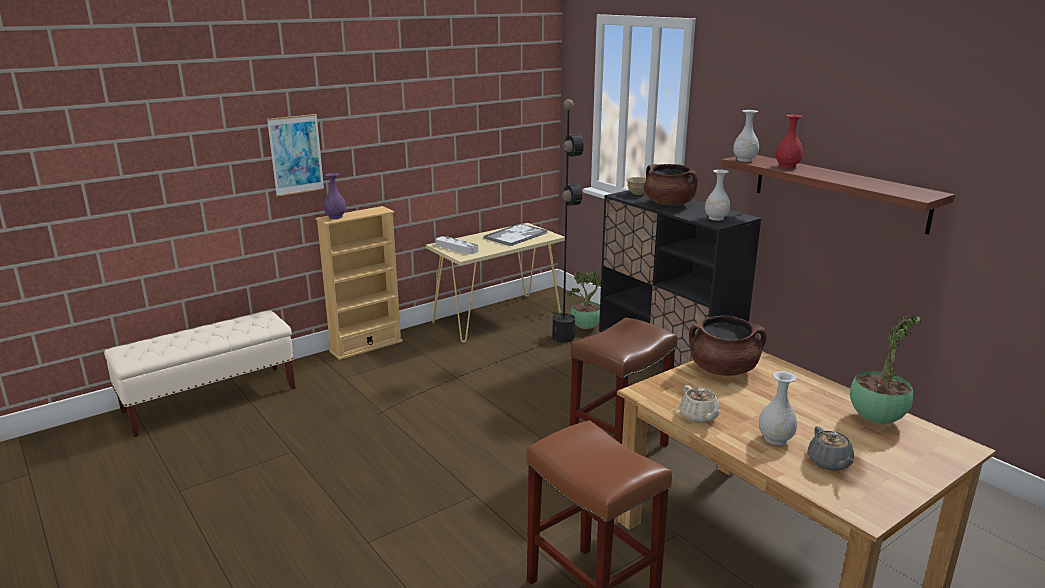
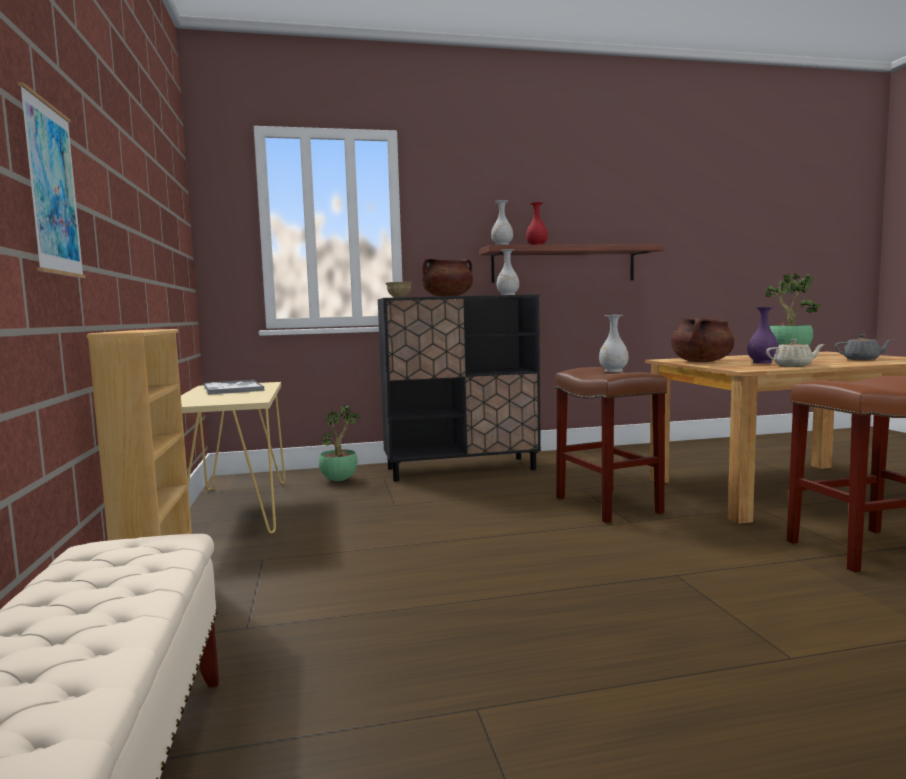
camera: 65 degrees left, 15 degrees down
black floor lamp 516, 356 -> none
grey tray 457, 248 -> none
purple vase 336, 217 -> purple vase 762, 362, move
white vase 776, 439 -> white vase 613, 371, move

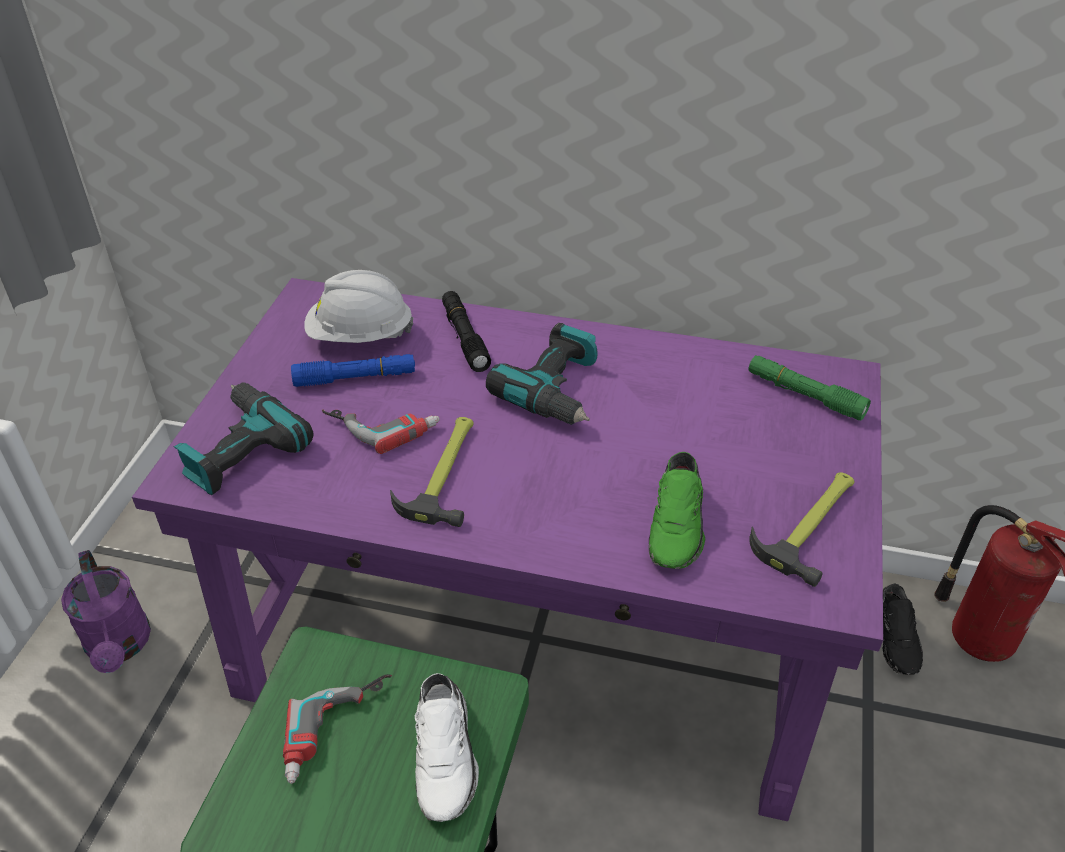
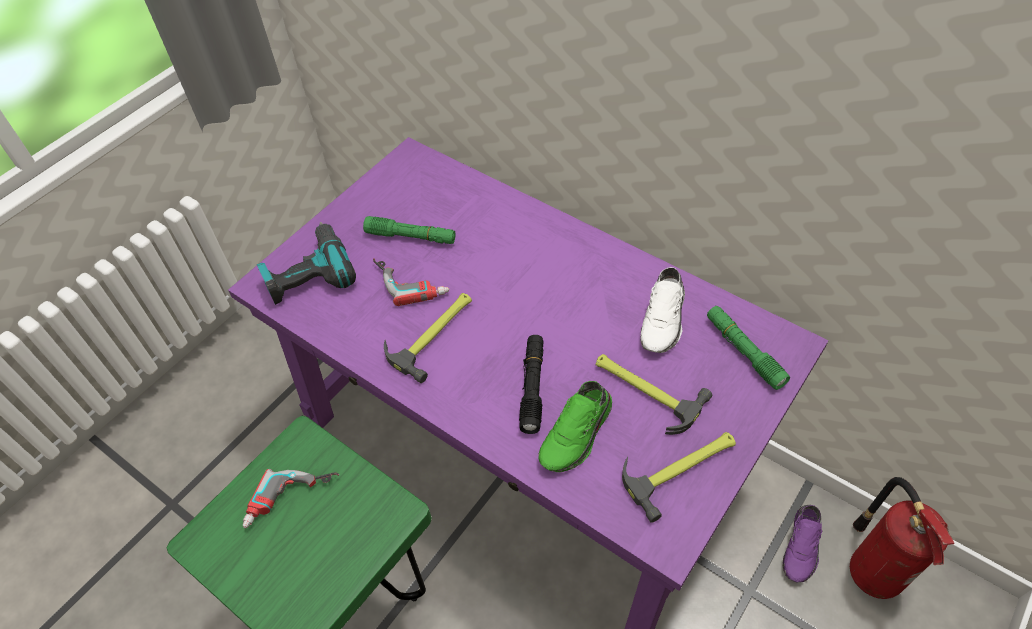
camera: 25 degrees right, 10 degrees up
purple watering can 120, 647 -> none
white hard hat 360, 336 -> none
power drill 557, 390 -> none
none -> hammer 645, 390
white shoe 447, 756 -> white shoe 664, 320, move
black flashlight 465, 338 -> black flashlight 532, 387, move
blue flashlight 355, 378 -> green flashlight 411, 237
black shoe 897, 638 -> purple shoe 802, 547

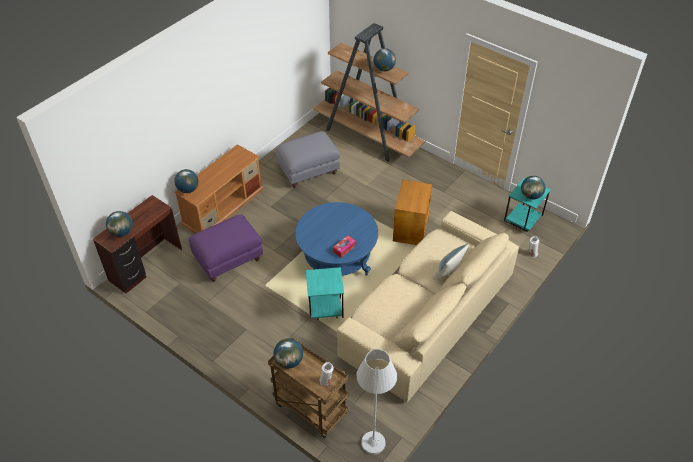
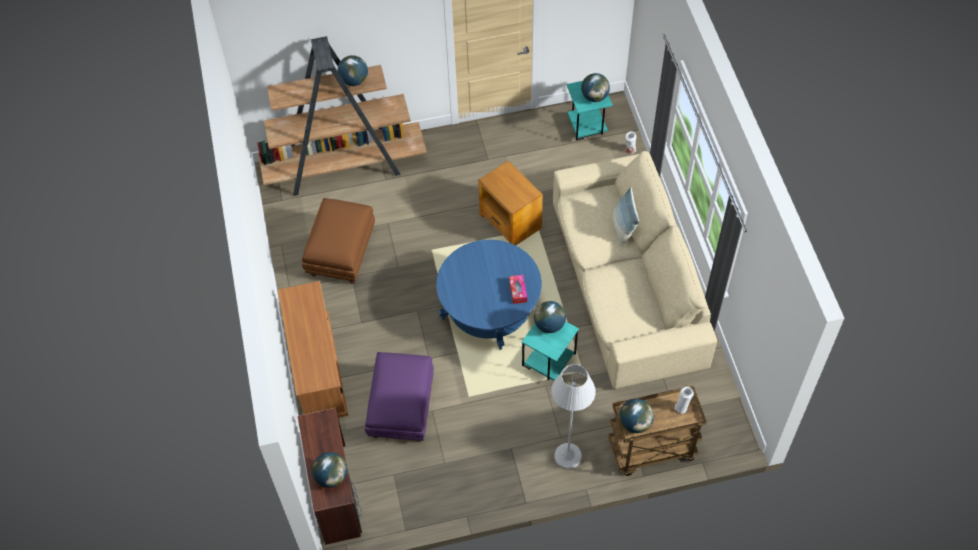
camera: 50 degrees left, 10 degrees up
globe 188, 189 -> globe 549, 325, move
white floor lamp 373, 443 -> white floor lamp 568, 456, move
grey ottoman 309, 170 -> brown ottoman 341, 253

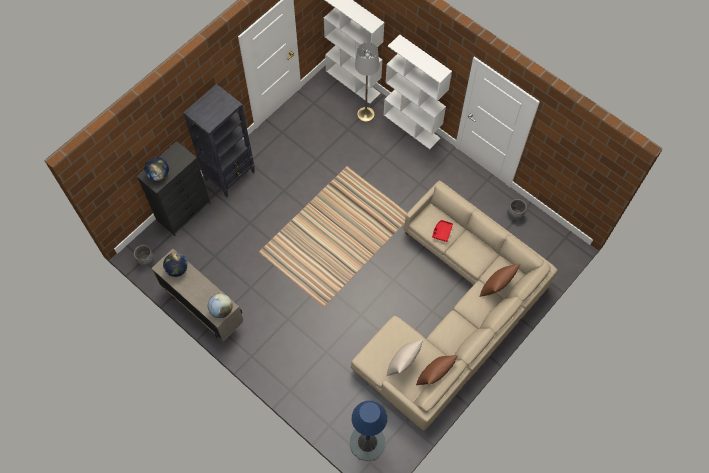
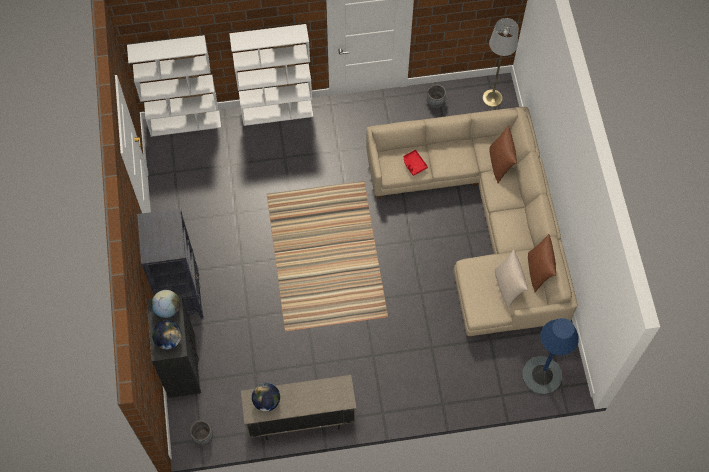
camera: 50 degrees left, 0 degrees up
globe 221, 310 -> globe 167, 309, move
grey floor lamp 365, 114 -> grey floor lamp 492, 98, move

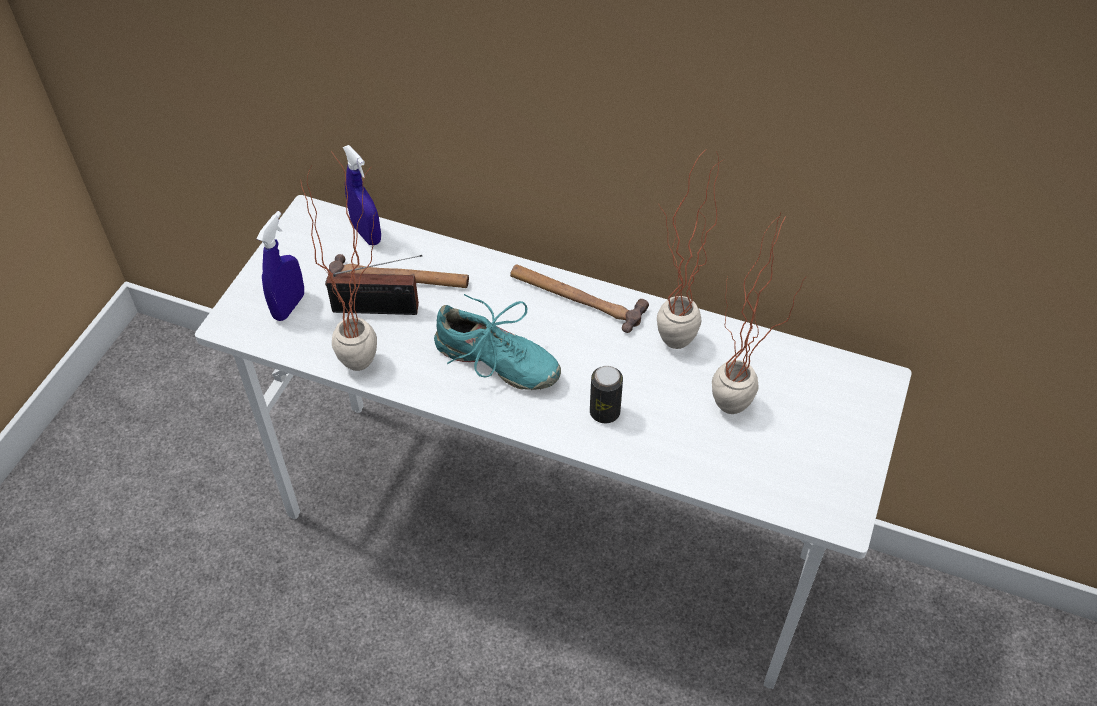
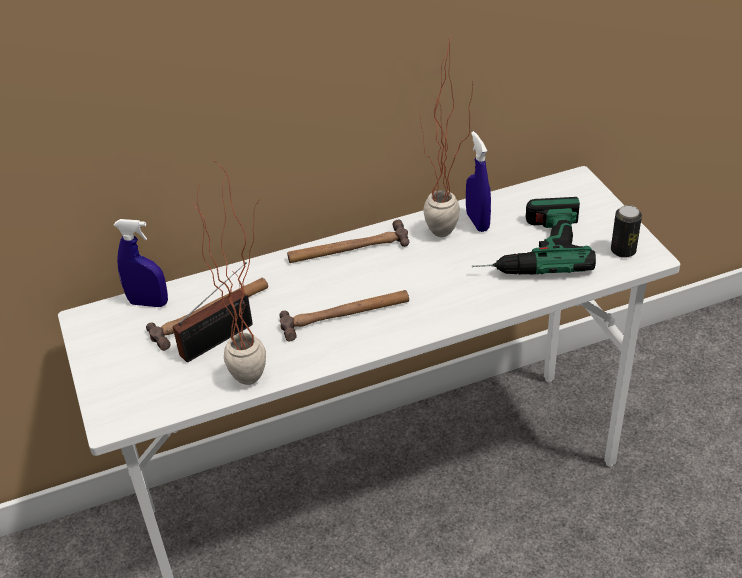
camera: 40 degrees left, 10 degrees down
blue spray bottle 289, 306 -> blue spray bottle 477, 222, move
can 604, 412 -> can 623, 251, move
turquoise shoe 496, 362 -> hammer 345, 315
potted plant 734, 417 -> power drill 527, 248

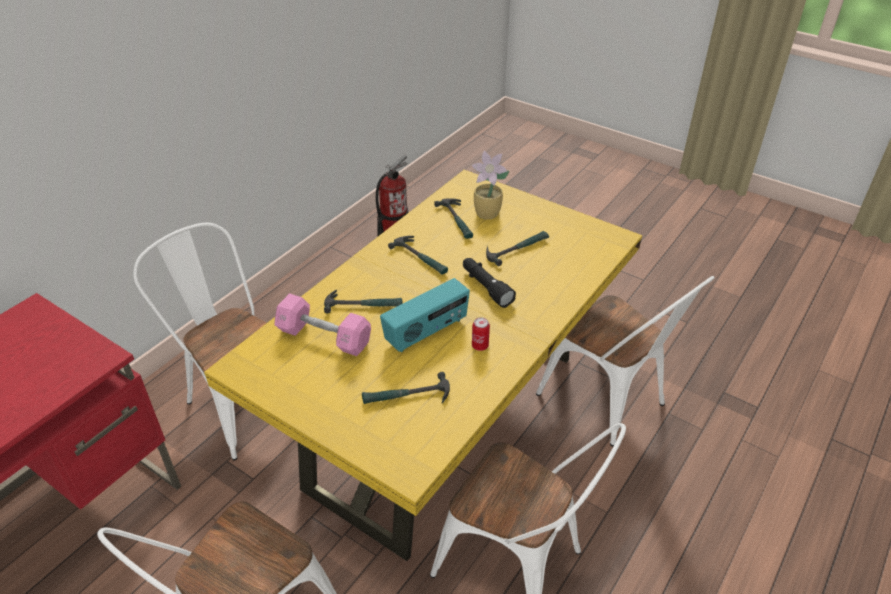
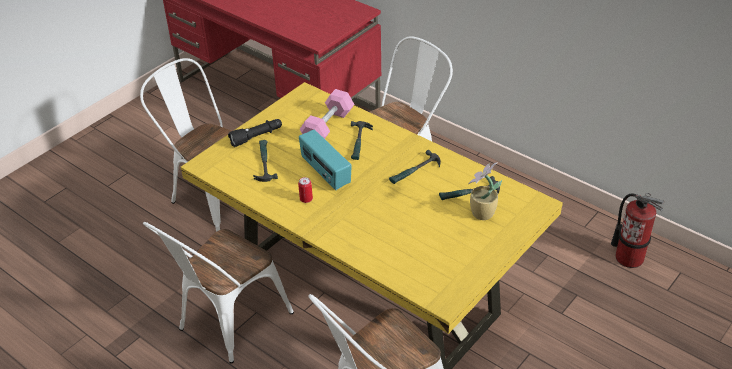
camera: 95 degrees right, 0 degrees up
hammer 516, 249 -> none
black flashlight 486, 287 -> black flashlight 256, 137, move

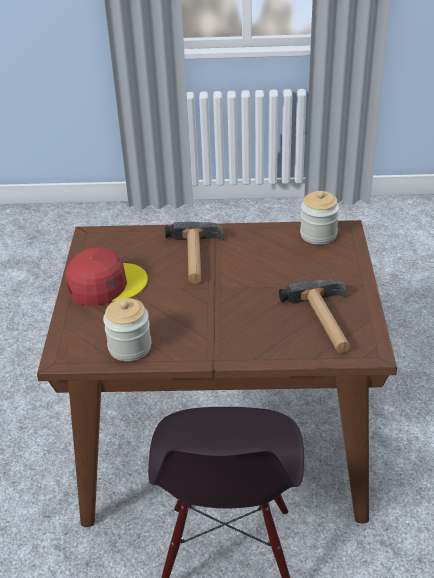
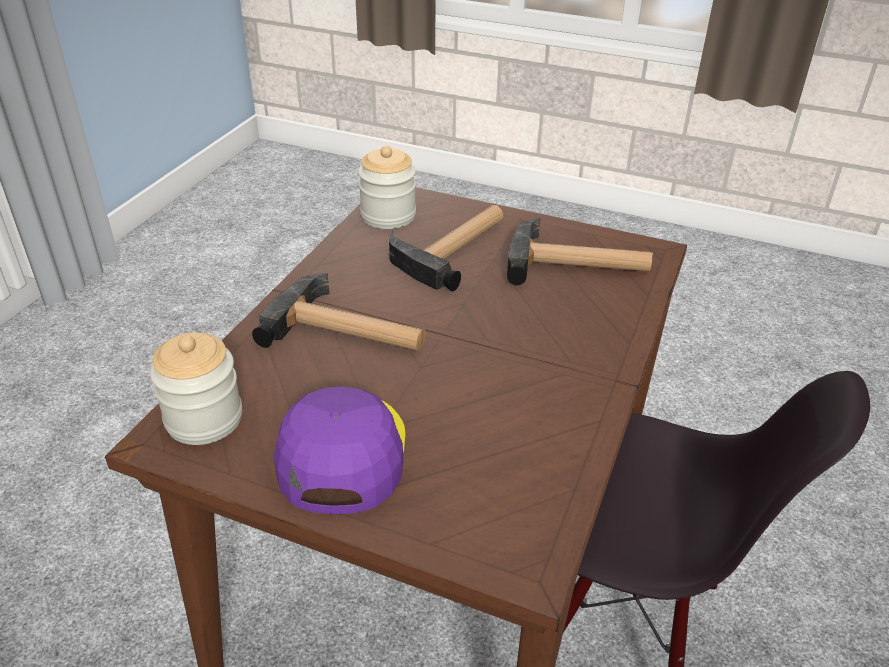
camera: 70 degrees left, 0 degrees up
none -> hammer 454, 248
jar 130, 347 -> jar 204, 419, move
red cap 106, 284 -> purple cap 341, 453

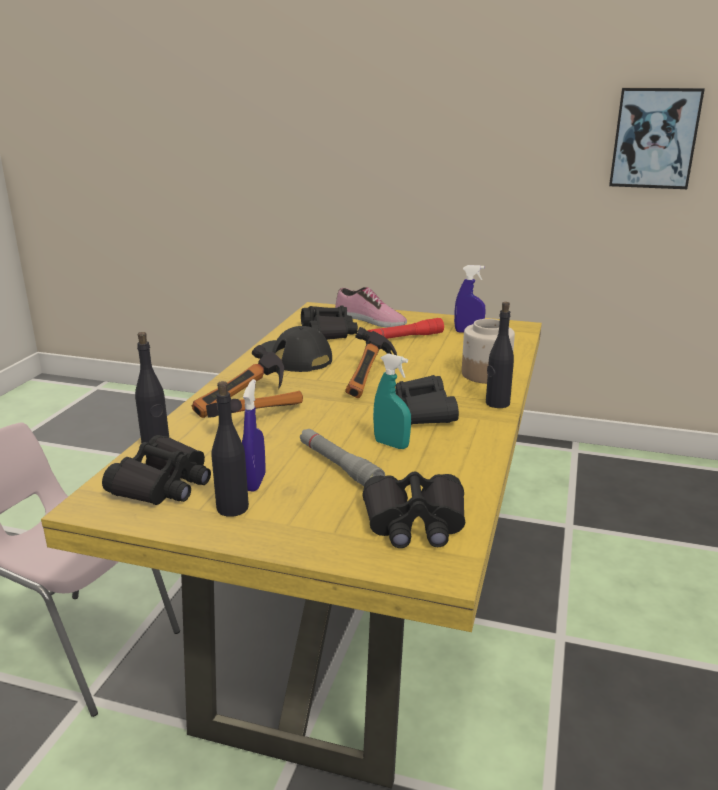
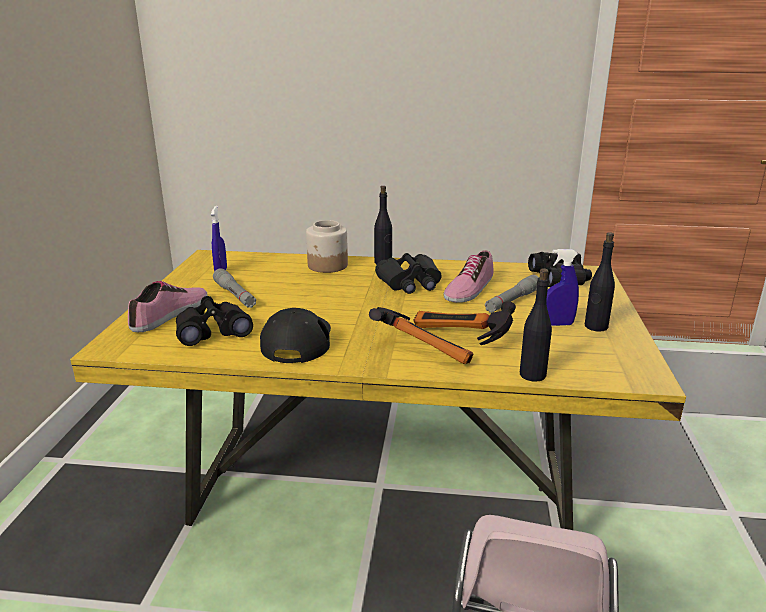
camera: 100 degrees left, 0 degrees up
black binoculars 163, 484 -> none
hammer 371, 380 -> none
picture 654, 138 -> none
turquoise spray bottle 391, 444 -> shoe 469, 288
red flashlight 405, 337 -> grey flashlight 235, 295
black cap 294, 357 -> black cap 298, 341, 150 degrees clockwise

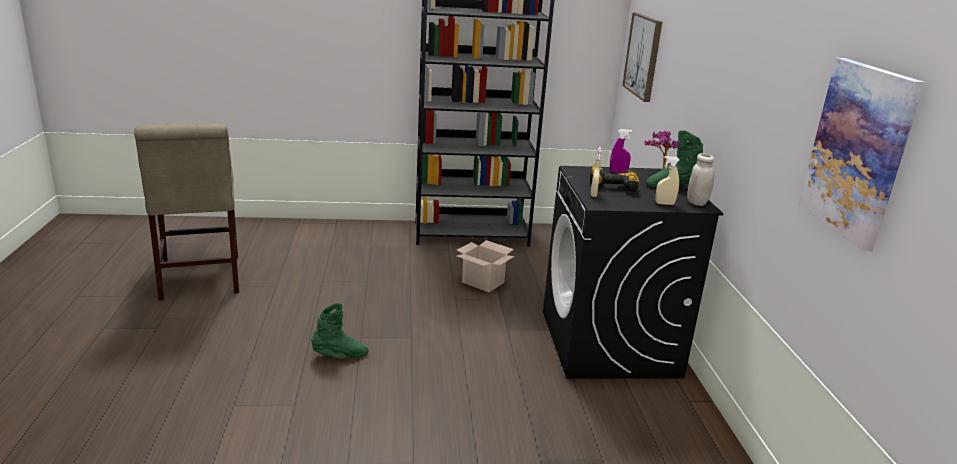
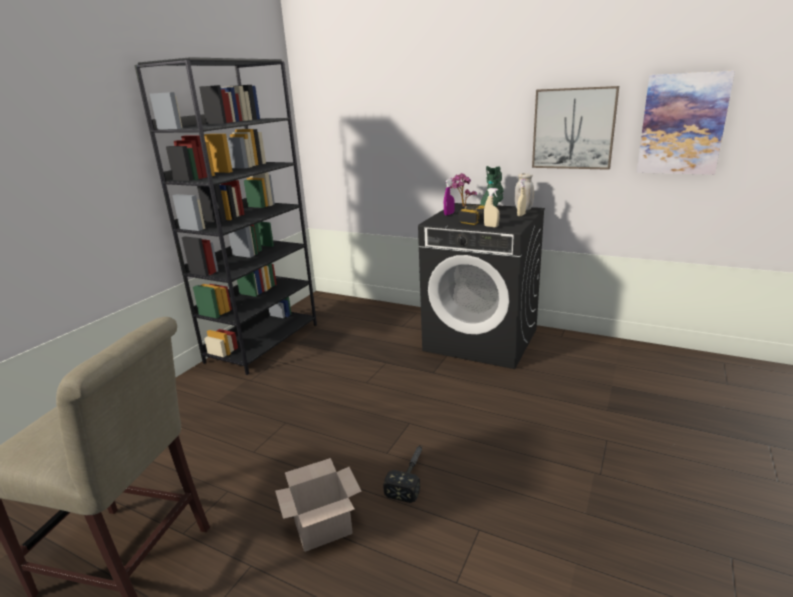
camera: 55 degrees left, 0 degrees up
cardboard box 484, 282 -> cardboard box 324, 526, move
picture 643, 56 -> picture 573, 128, move
green boot 340, 356 -> hammer 410, 475

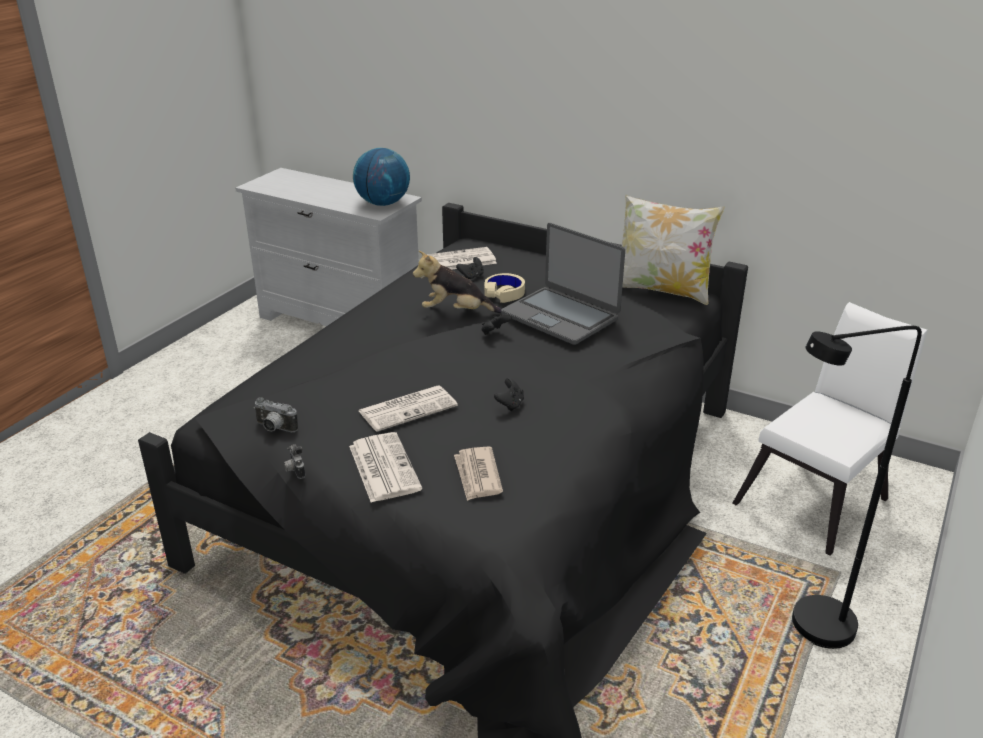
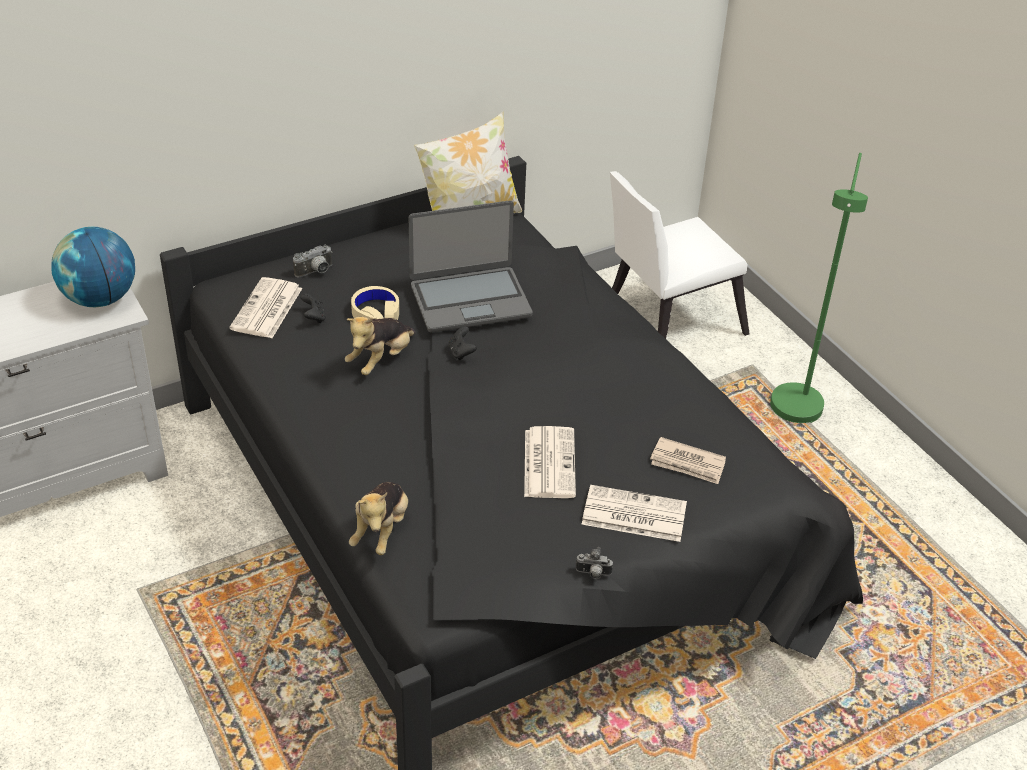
camera: 60 degrees left, 10 degrees up
black game controller 510, 405 -> none
none -> plush toy 381, 530
photo camera 274, 428 -> photo camera 316, 272, move
black floor lamp 808, 630 -> green floor lamp 796, 417
white chair 818, 497 -> white chair 665, 323, 105 degrees counterclockwise

